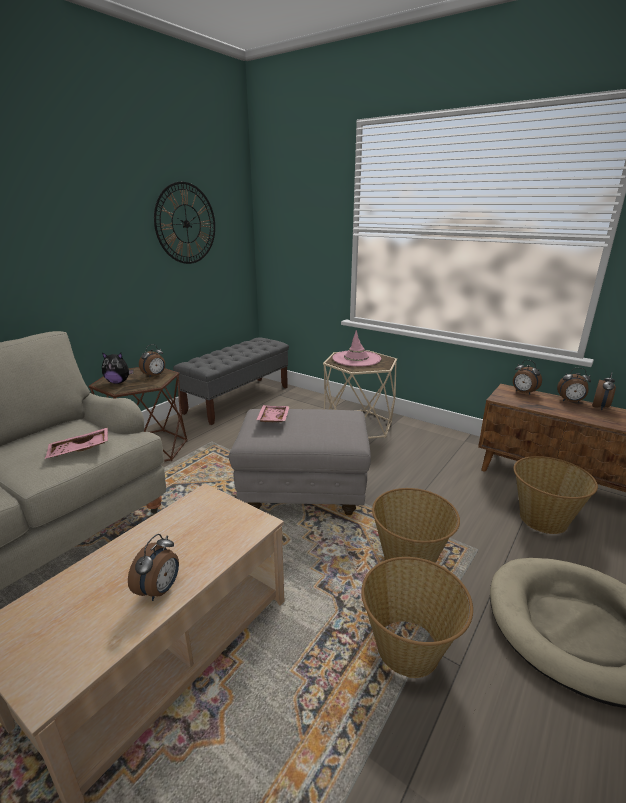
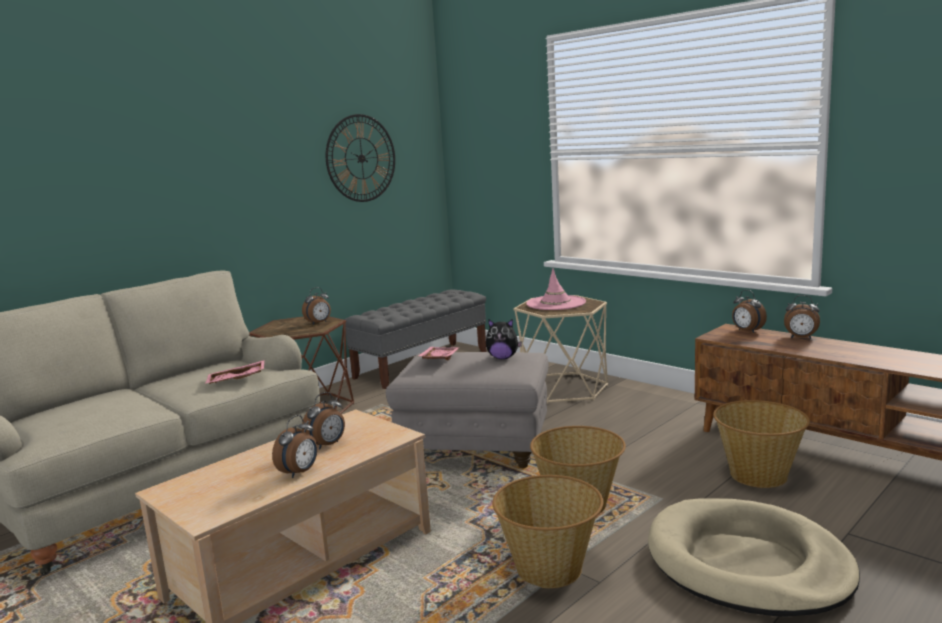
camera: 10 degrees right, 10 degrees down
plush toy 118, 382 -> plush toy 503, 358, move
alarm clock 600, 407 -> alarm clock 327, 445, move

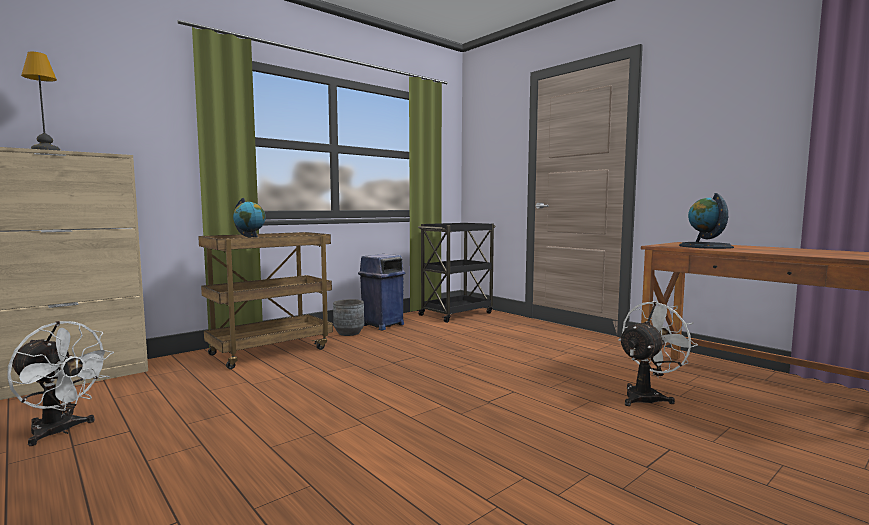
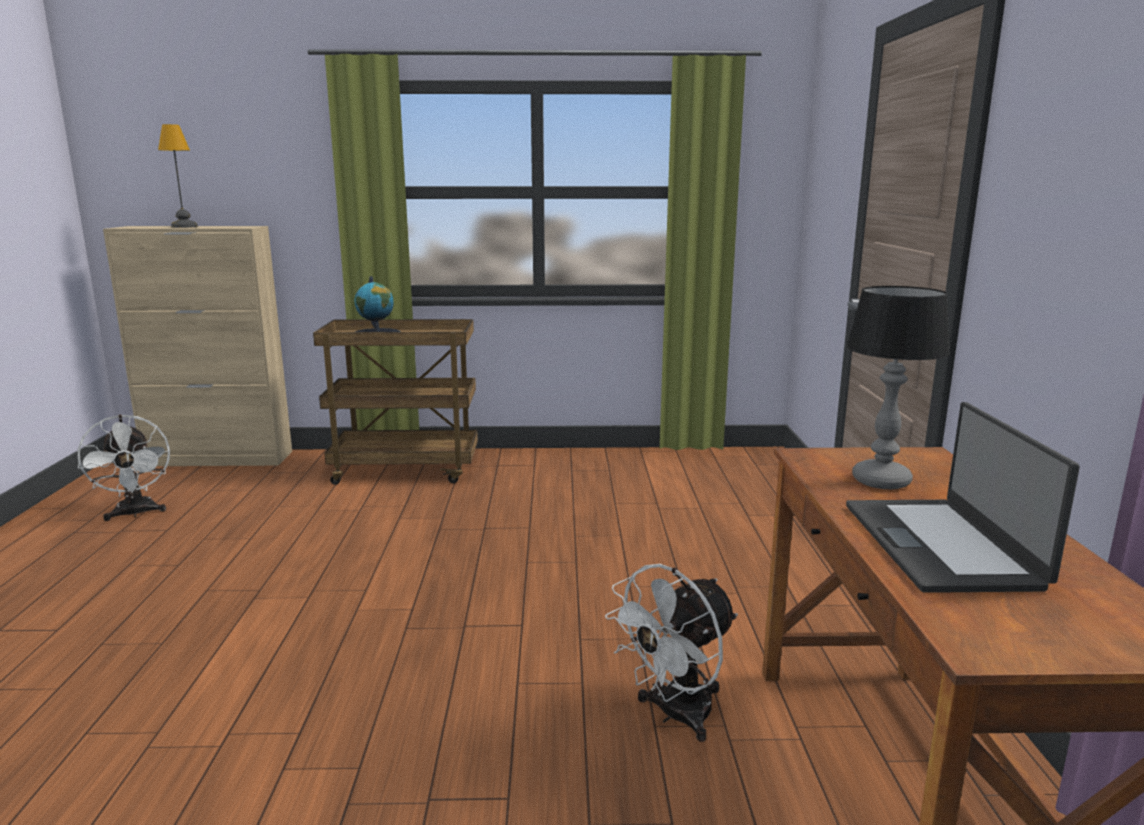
camera: 40 degrees right, 10 degrees up
grey planter 349, 333 -> none
blue trash can 382, 325 -> none
black cart 457, 314 -> none
none -> laptop 941, 544
globe 705, 246 -> table lamp 880, 480
white fan 647, 396 -> white fan 674, 715, 135 degrees clockwise

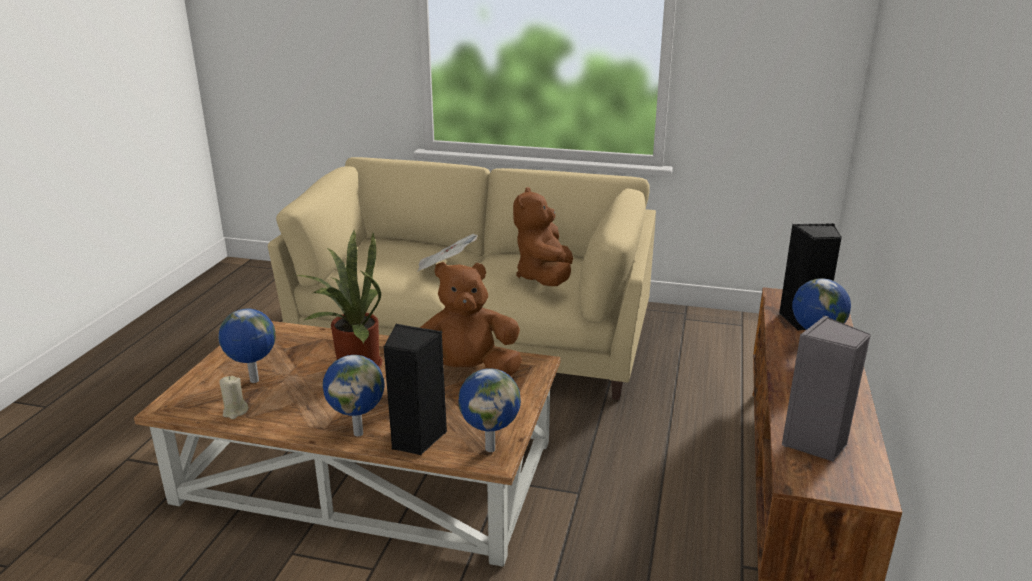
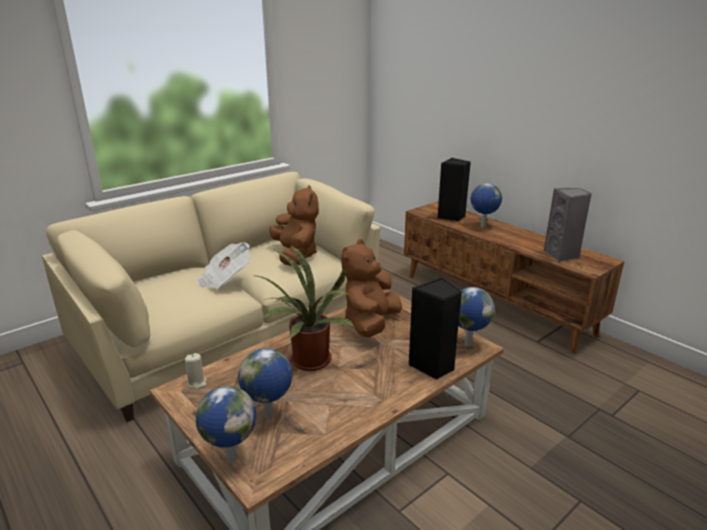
camera: 55 degrees left, 0 degrees up
beige candle 235, 412 -> beige candle 197, 383, move
globe 359, 432 -> globe 231, 458, move
brown plush toy 545, 278 -> brown plush toy 295, 256, 150 degrees counterclockwise

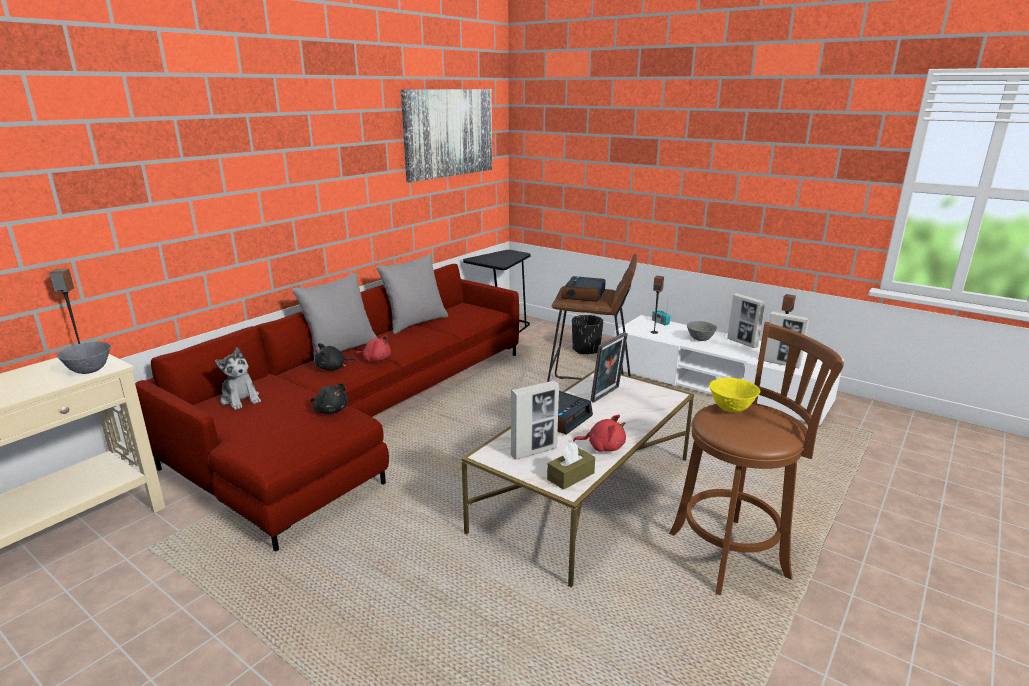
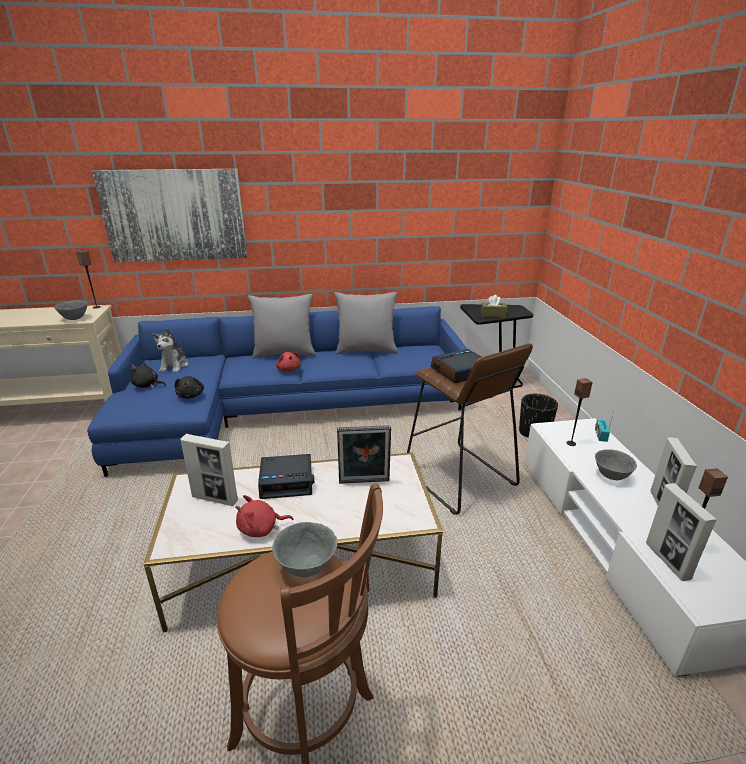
camera: 45 degrees right, 5 degrees up
black plush toy 333, 368 -> black plush toy 147, 385, move
picture 449, 133 -> picture 175, 215, move
brown tissue box 570, 476 -> brown tissue box 493, 314, move
red sofa 362, 415 -> blue sofa 282, 410
yellow bowl 731, 409 -> grey bowl 307, 567
red plush toy 603, 447 -> red plush toy 261, 529, 105 degrees clockwise

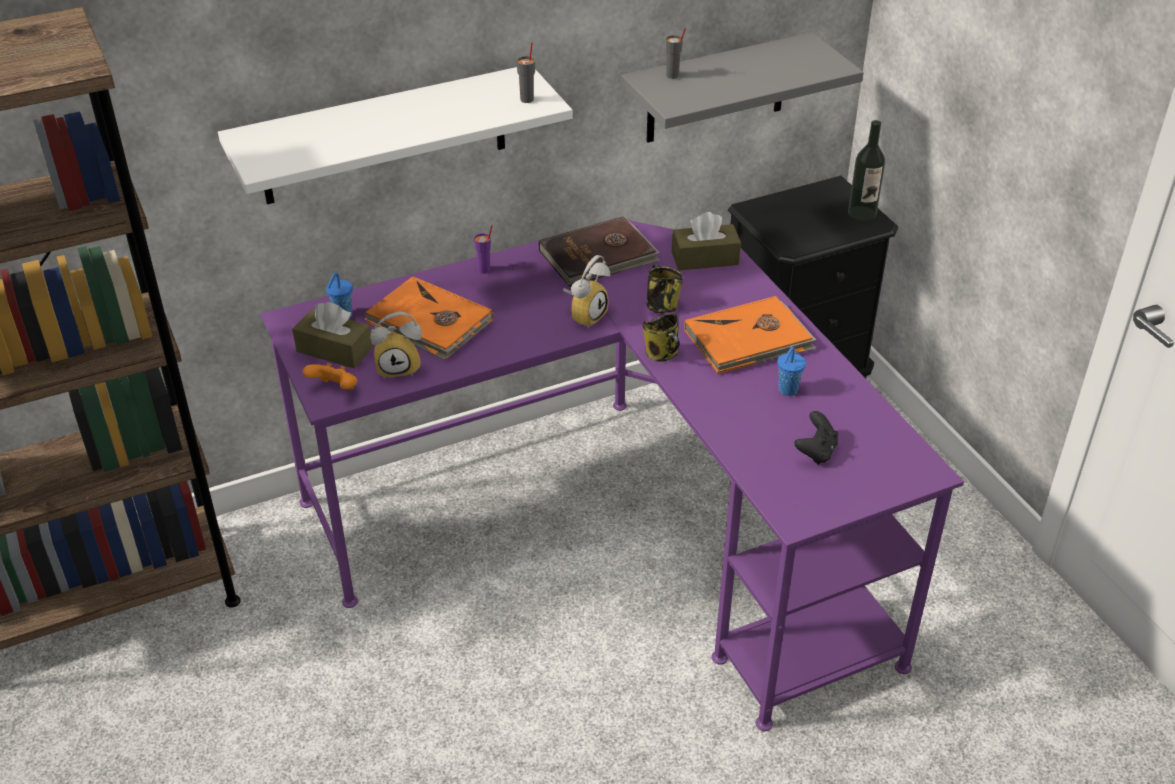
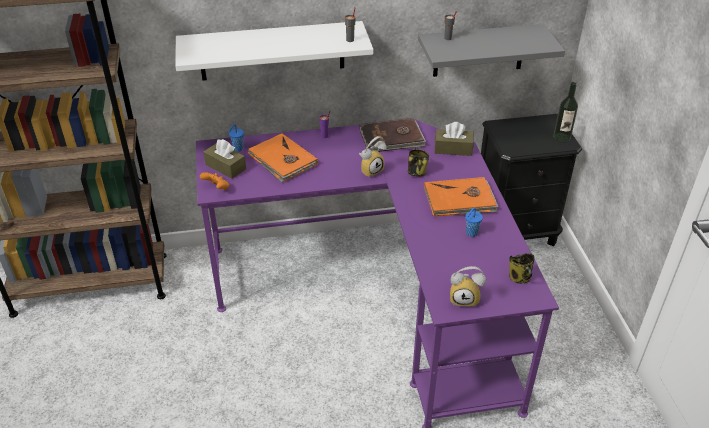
camera: 15 degrees right, 0 degrees up
black game controller 816, 452 -> none
alarm clock 400, 367 -> alarm clock 465, 298, move
mug 662, 354 -> mug 520, 278, move

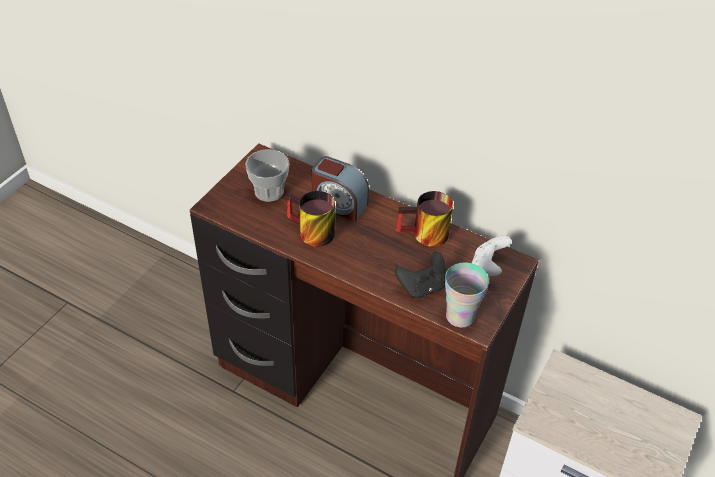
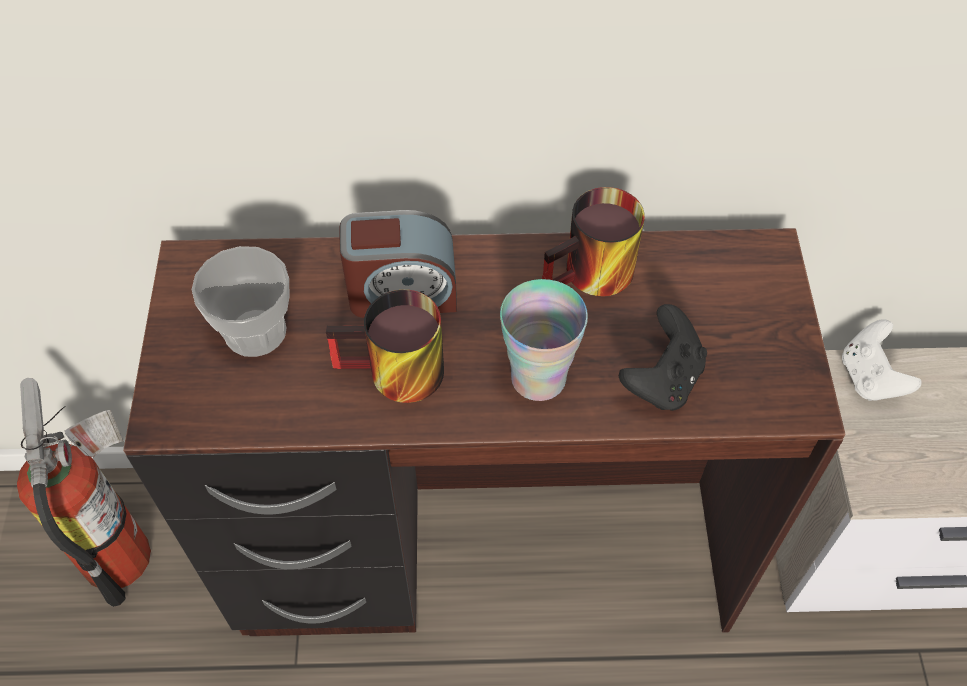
camera: 30 degrees left, 10 degrees up
none -> fire extinguisher 123, 547
cup 460, 316 -> cup 538, 378, move
white game controller 487, 268 -> white game controller 869, 378, move

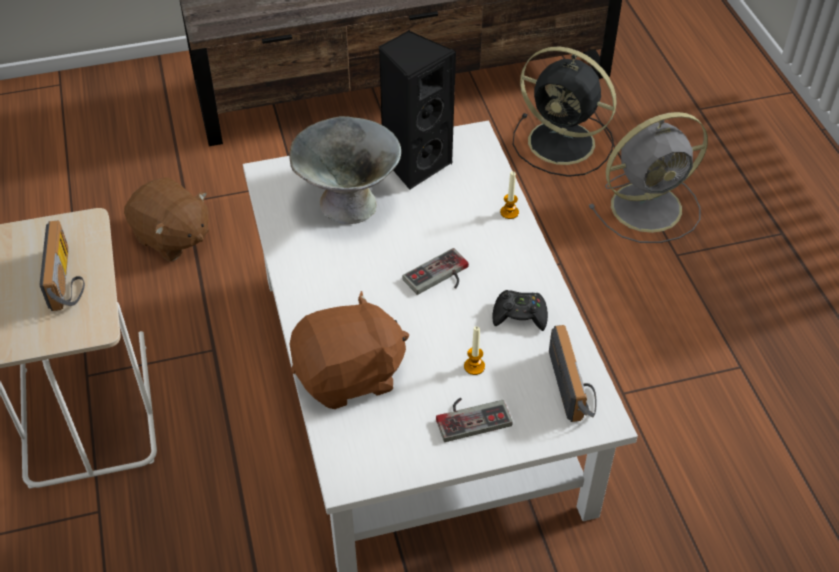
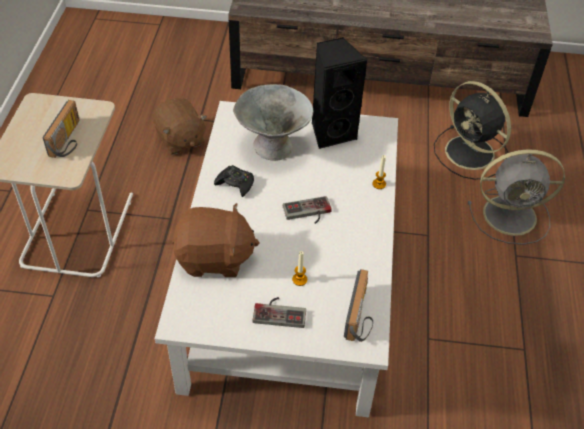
camera: 20 degrees right, 0 degrees up
black game controller 520, 315 -> black game controller 235, 184, move

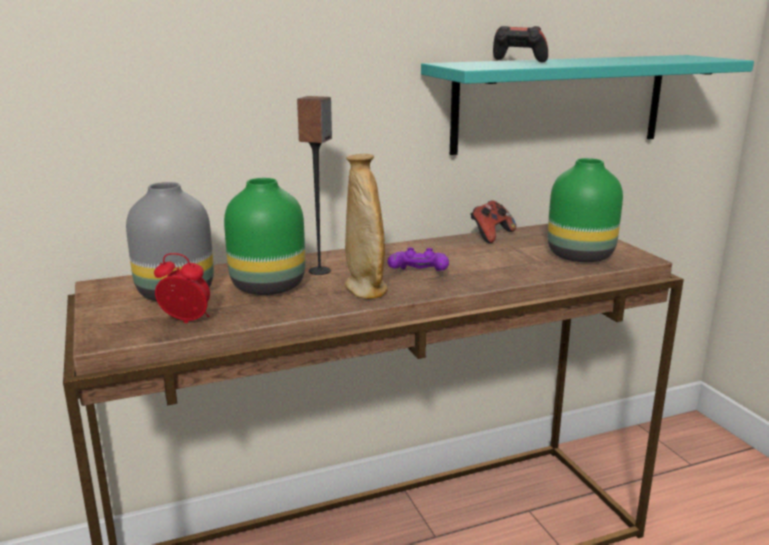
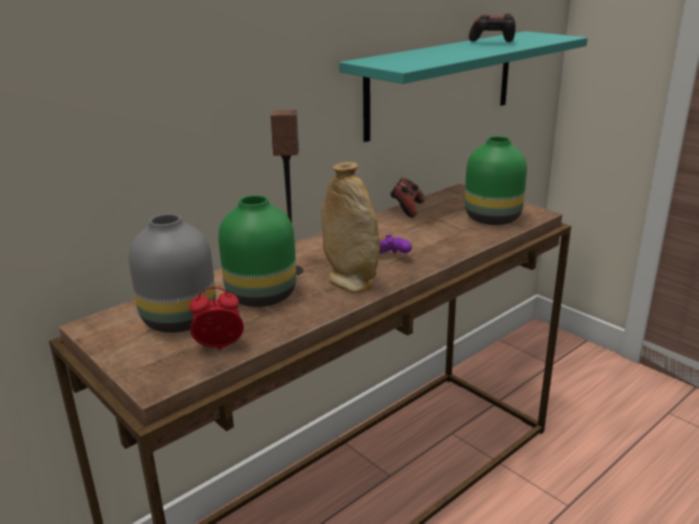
camera: 20 degrees left, 5 degrees up
game controller 518, 62 -> game controller 492, 43, move

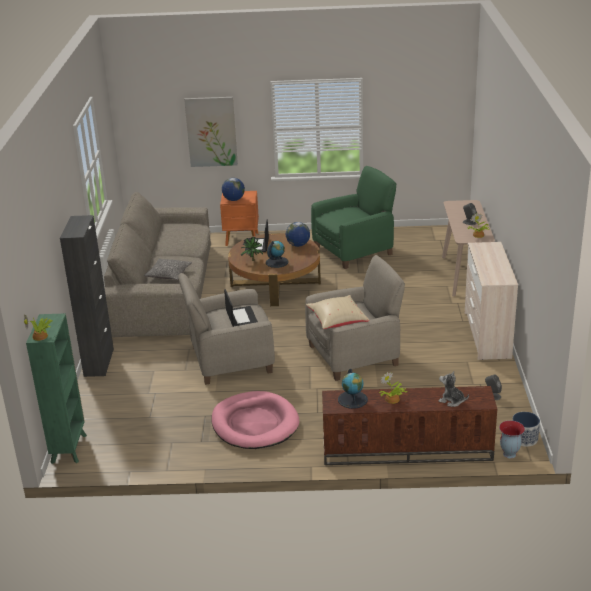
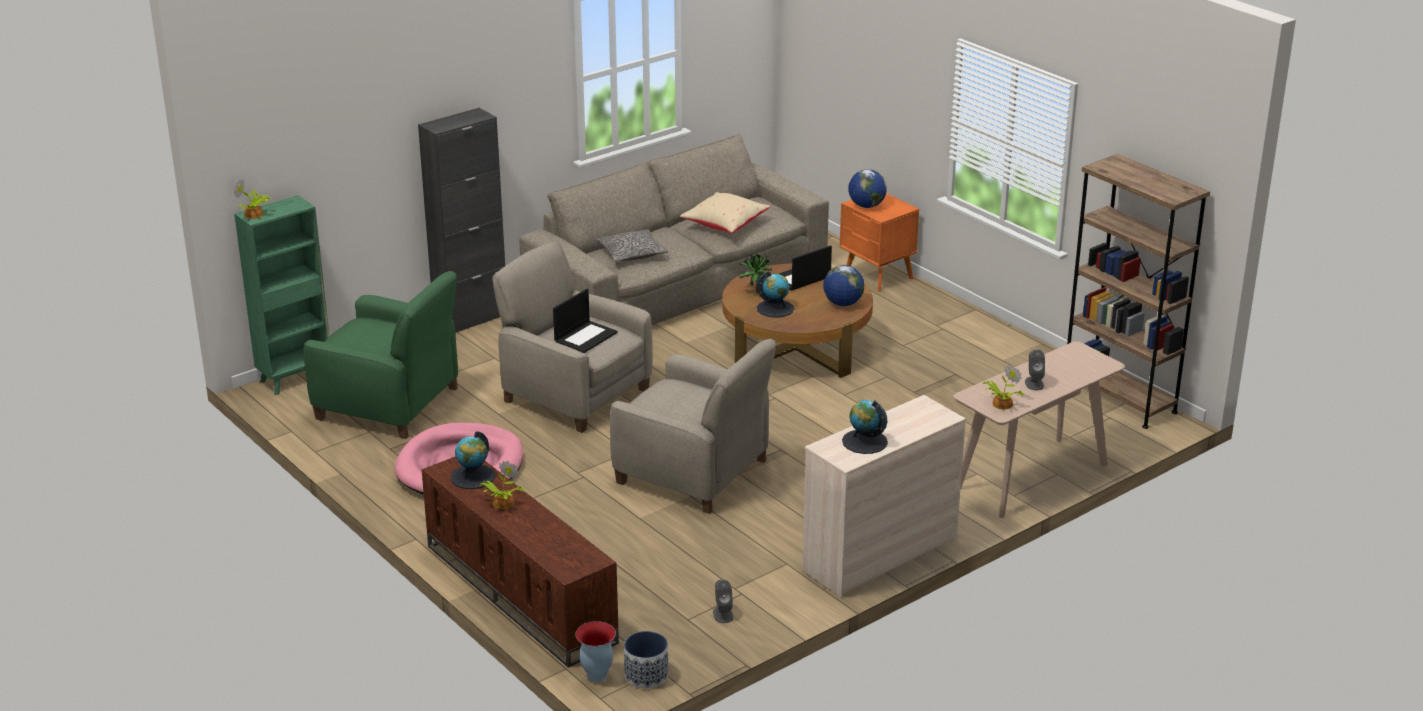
camera: 50 degrees right, 0 degrees up
picture 211, 131 -> none
plush toy 451, 401 -> none
none -> globe 864, 442
none -> brown bookcase 1119, 398
beige pillow 337, 321 -> beige pillow 724, 225, move
green armchair 354, 250 -> green armchair 389, 404, move

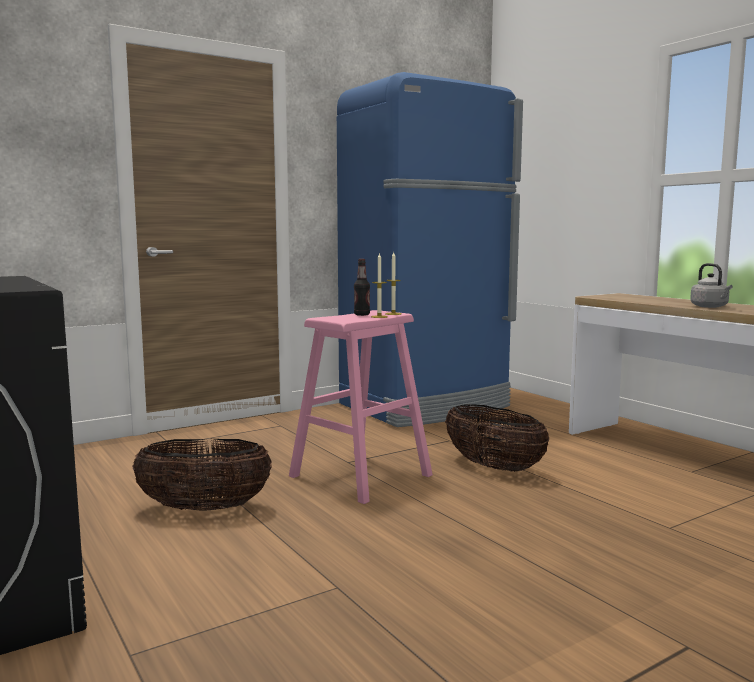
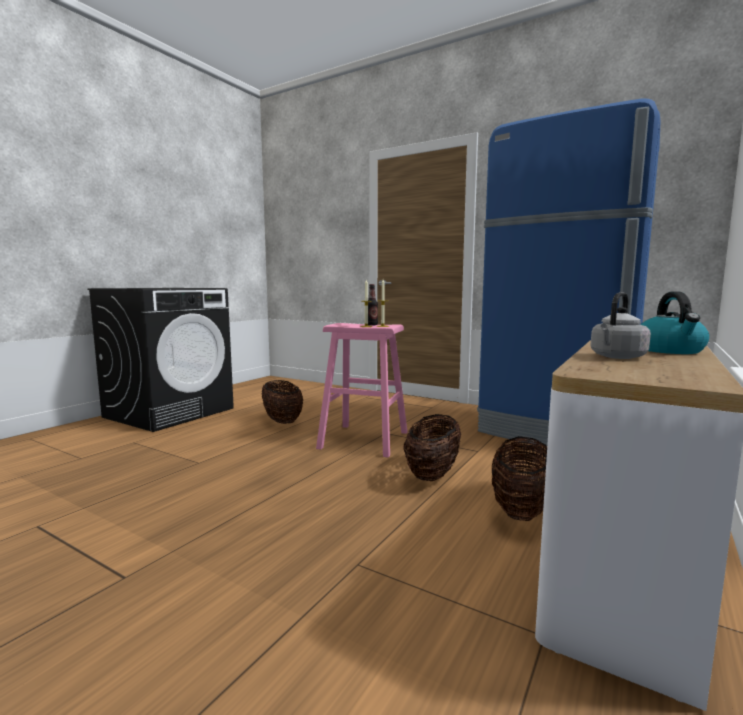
camera: 65 degrees right, 0 degrees up
none -> basket 521, 508
none -> kettle 670, 350

